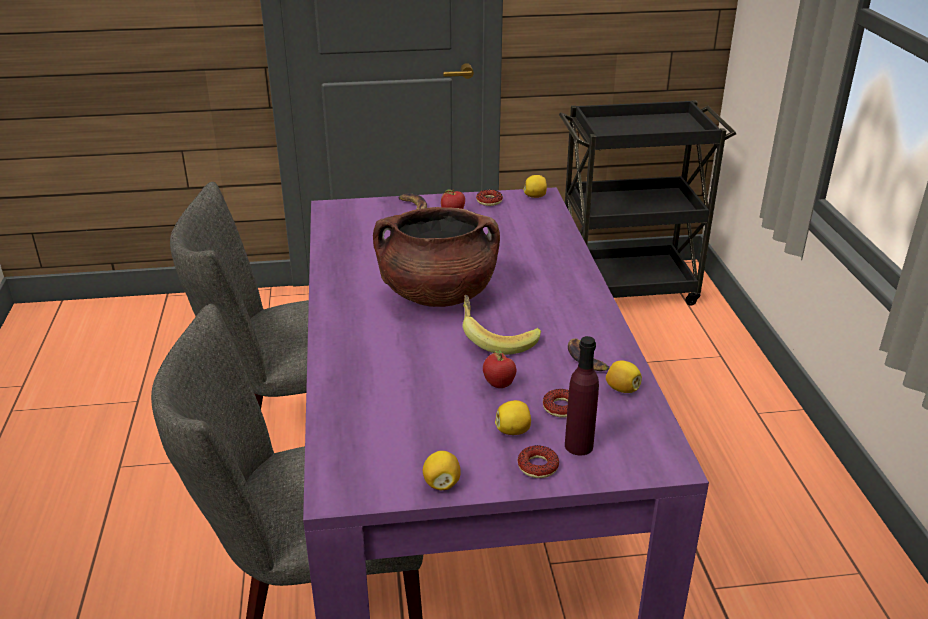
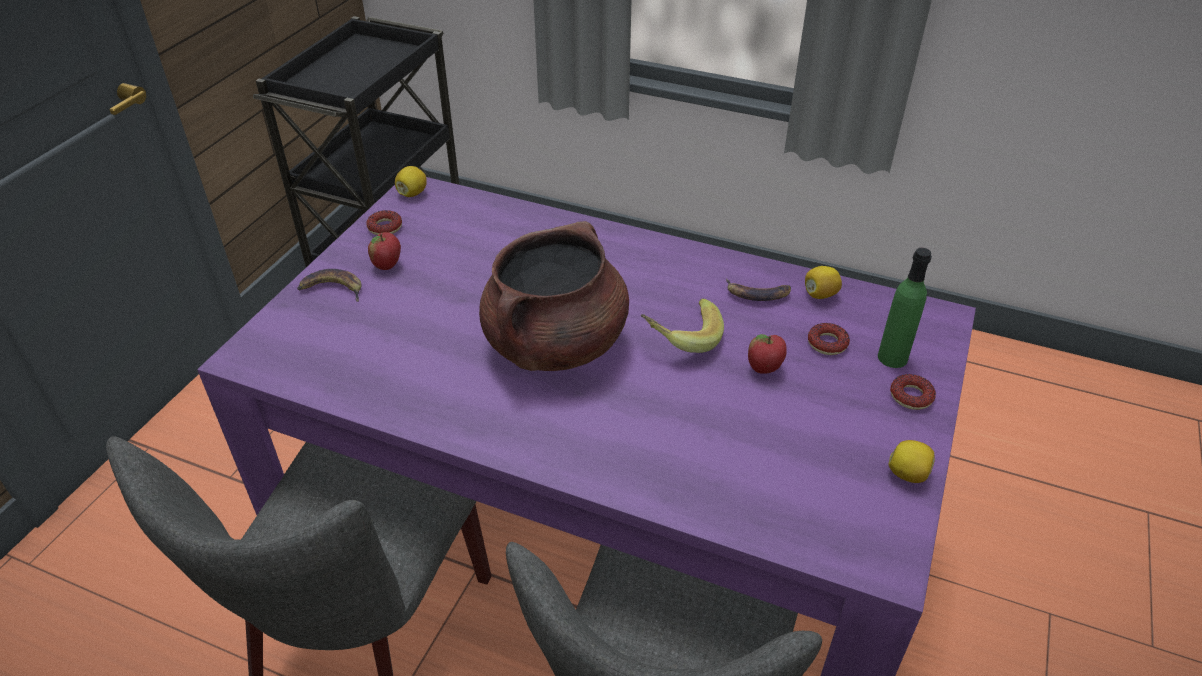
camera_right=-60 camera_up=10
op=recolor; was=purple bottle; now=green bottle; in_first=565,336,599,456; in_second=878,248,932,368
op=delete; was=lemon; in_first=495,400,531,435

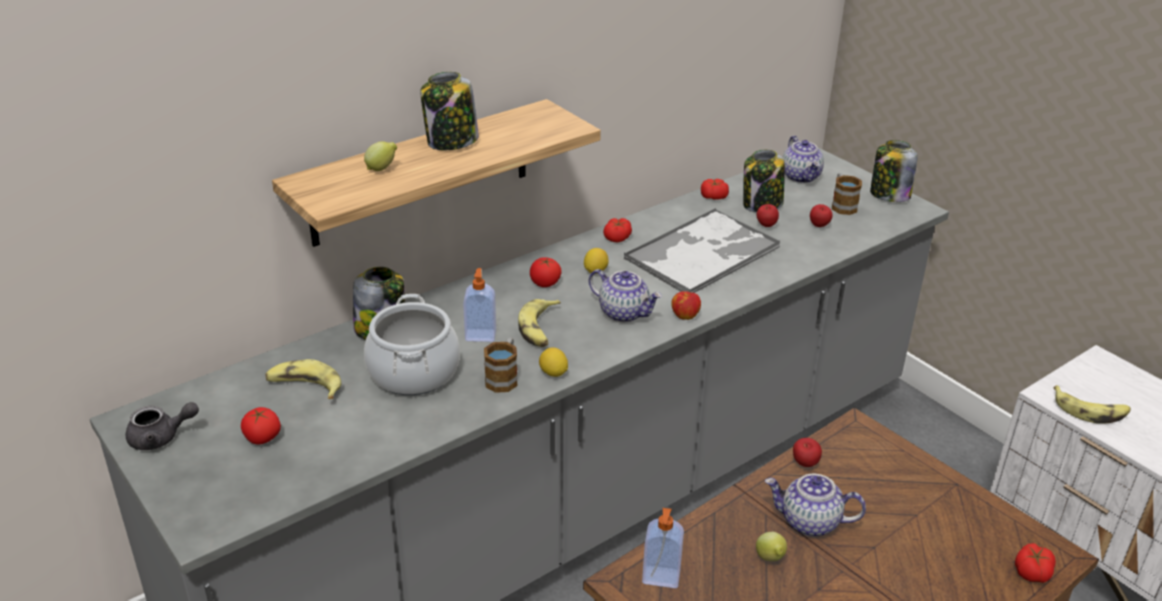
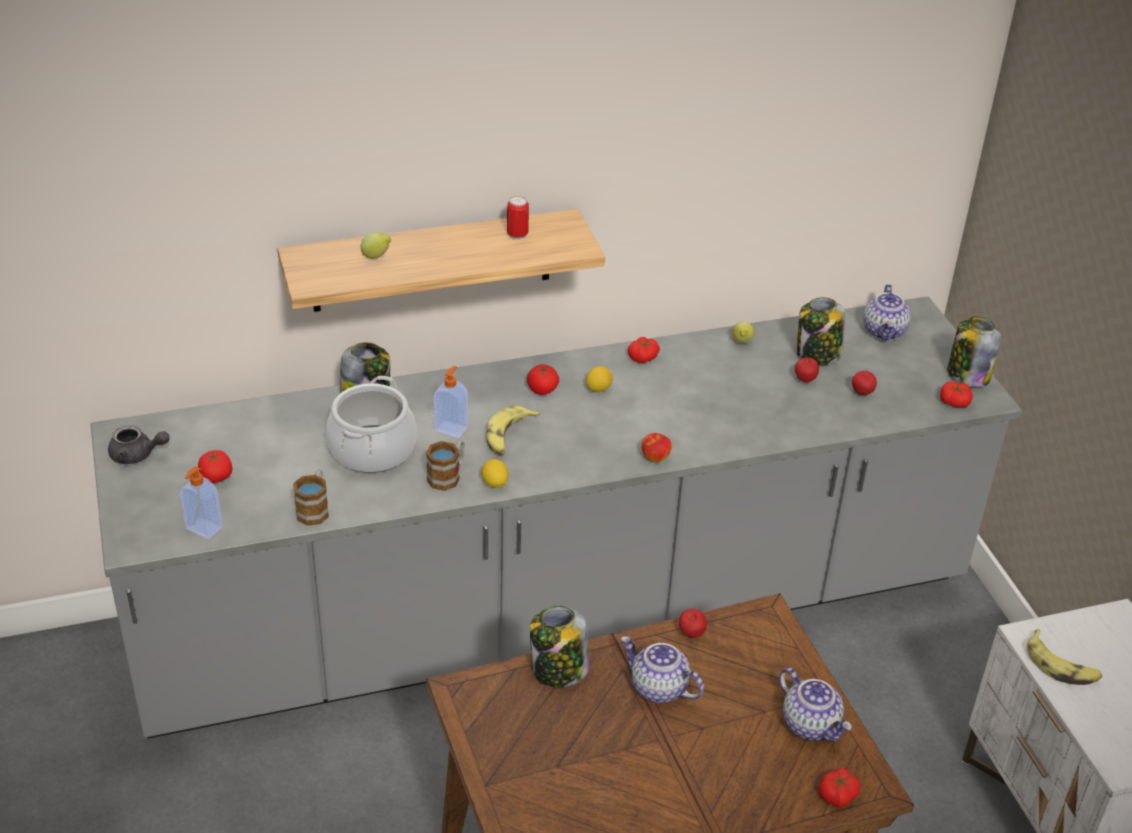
camera_right=20 camera_up=5
op=move; was=jar; in_first=420,72,479,150; in_second=530,606,589,687
op=move; was=mug; in_first=832,173,862,215; in_second=293,469,329,526
op=move; was=tomato; in_first=701,179,729,200; in_second=940,381,973,407
op=delete; was=tray; in_first=623,208,780,293
op=move; was=teapot; in_first=589,269,662,322; in_second=779,668,852,742
op=delete; was=banana; in_first=265,359,341,399
op=move; was=soap dispenser; in_first=642,508,684,588; in_second=180,466,223,539
op=move; was=lemon; in_first=756,532,787,561; in_second=732,322,754,343
op=insert; now=can; in_second=507,196,529,240

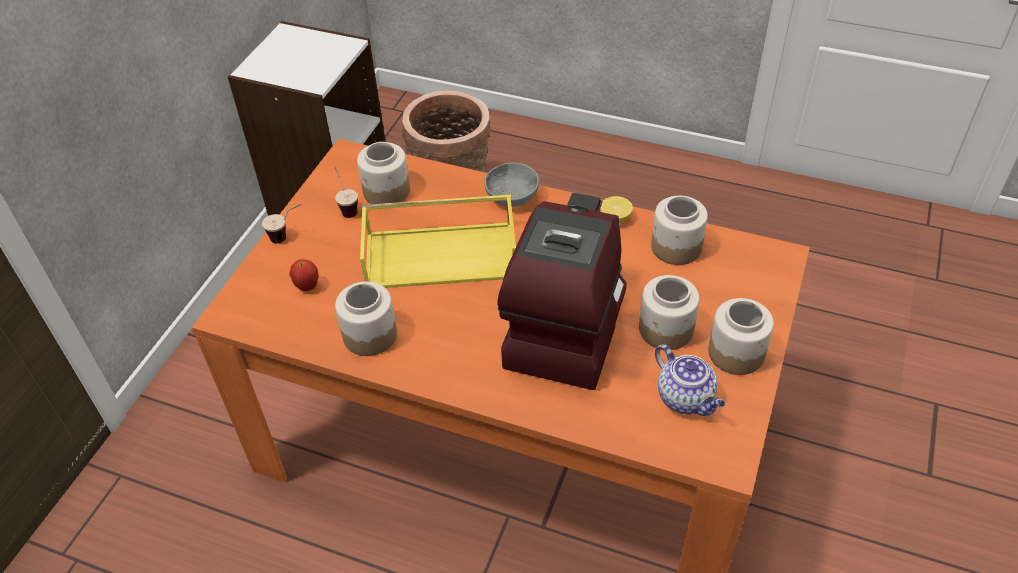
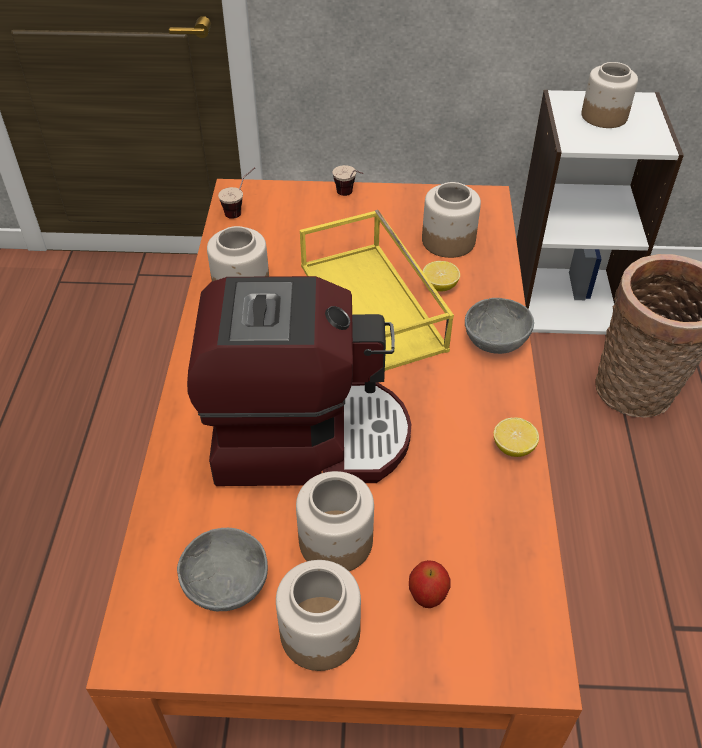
camera_right=70 camera_up=0
op=move; was=cup; in_first=334,167,358,218; in_second=218,167,255,219
op=move; was=jar; in_first=651,196,708,265; in_second=581,62,638,128
op=move; was=apple; in_first=289,259,319,291; in_second=409,560,451,608
op=replace; was=teapot; now=grey bowl; in_first=655,344,725,416; in_second=177,528,268,612
op=insert; now=lemon; in_second=423,261,460,292

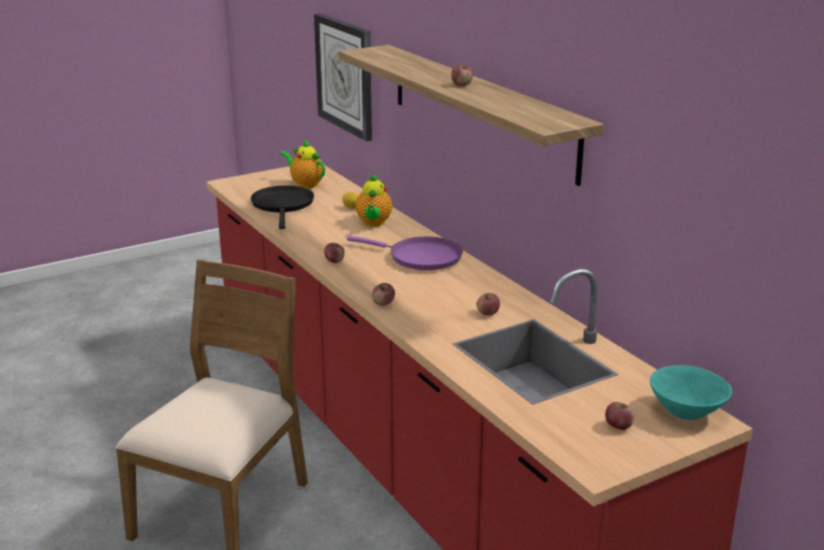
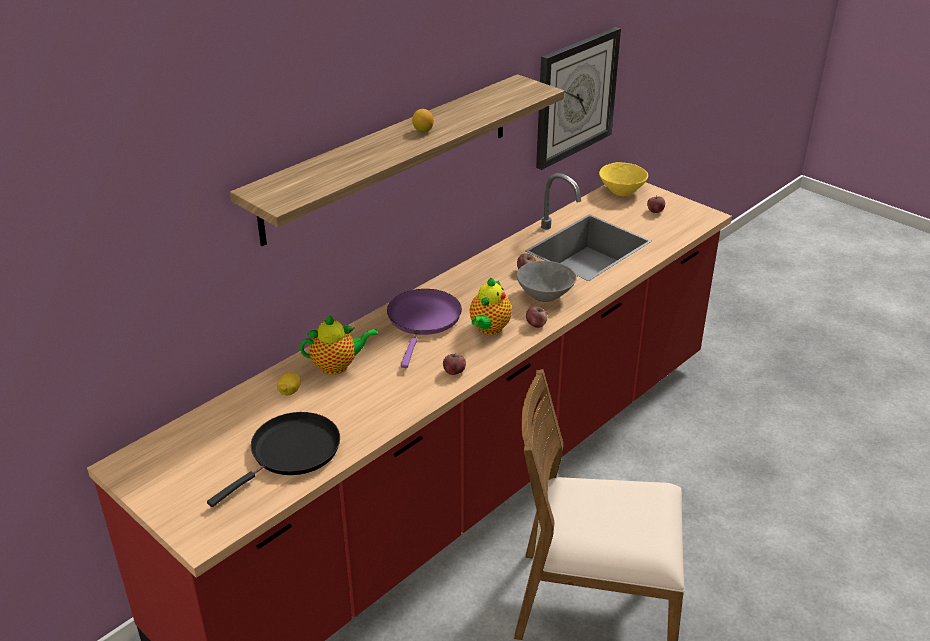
camera_right=-105 camera_up=10
op=move; was=wall clock; in_first=314,13,372,141; in_second=536,27,621,170
op=replace; was=apple; now=lemon; in_first=451,64,473,86; in_second=412,109,434,132
op=move; was=teapot; in_first=280,139,325,188; in_second=470,277,512,335
op=rotate; was=black frying pan; in_first=251,185,314,229; in_second=207,412,340,507; clockwise=150
op=recolor; was=turquoise bowl; now=yellow bowl; in_first=650,365,732,420; in_second=599,162,648,196
op=insert; now=grey bowl; in_second=517,261,577,302

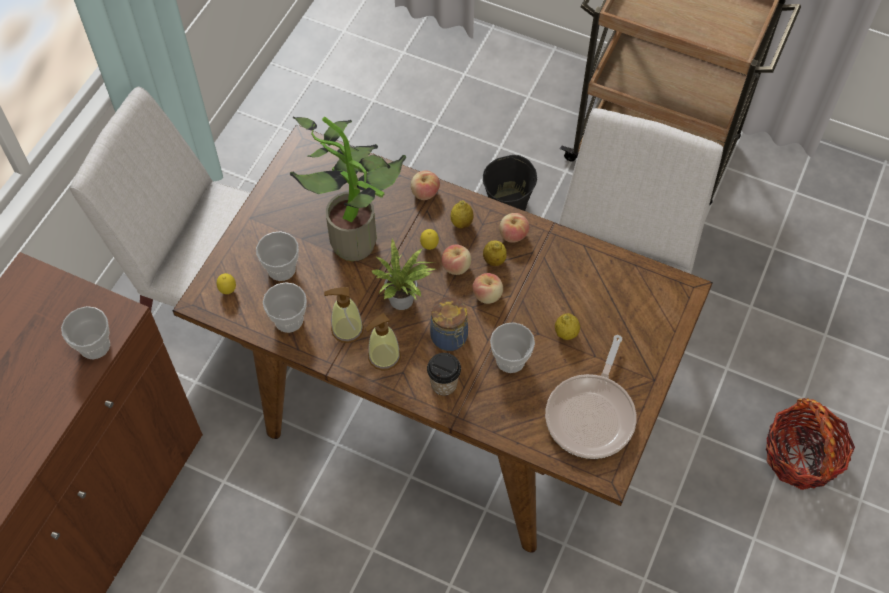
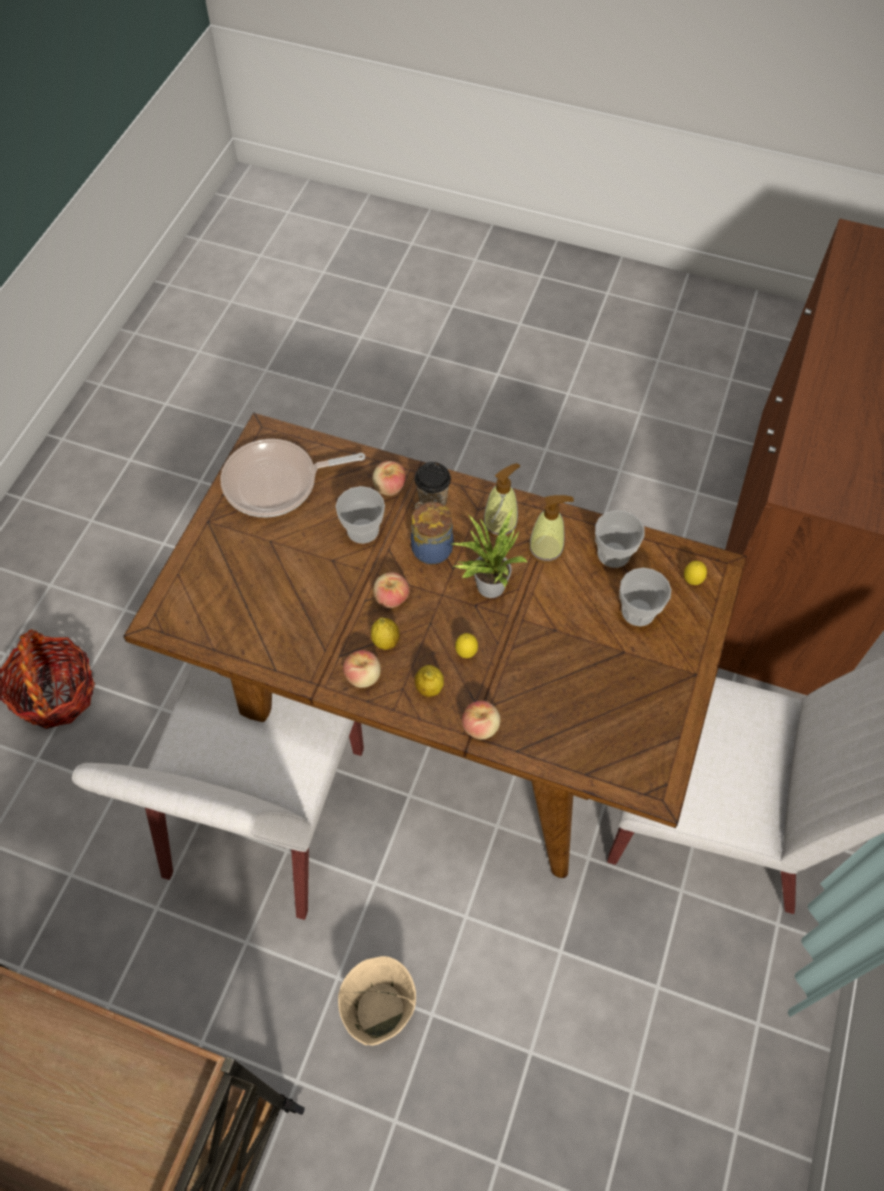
camera_right=175 camera_up=0
op=delete; was=potted plant; in_first=290,116,406,261
op=recolor; was=black bucket; now=beige bucket; in_first=483,155,537,211; in_second=338,956,416,1046
op=move; was=apple; in_first=442,244,472,275; in_second=372,461,406,496
op=delete; was=cup; in_first=61,306,110,359
op=delete; was=lemon; in_first=555,313,580,340
op=rotate; was=frying pan; in_first=545,335,637,459; in_second=220,439,365,518; clockwise=-120

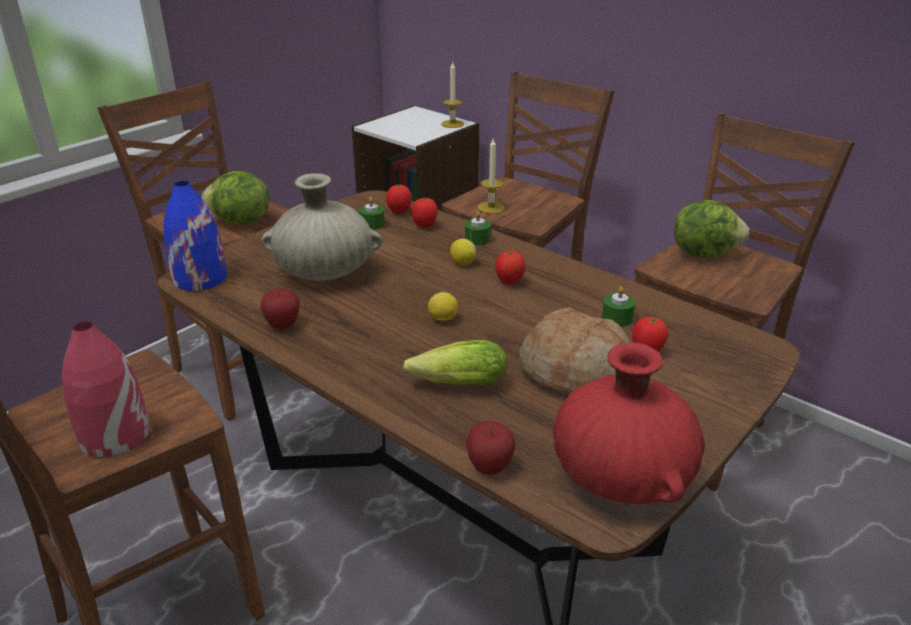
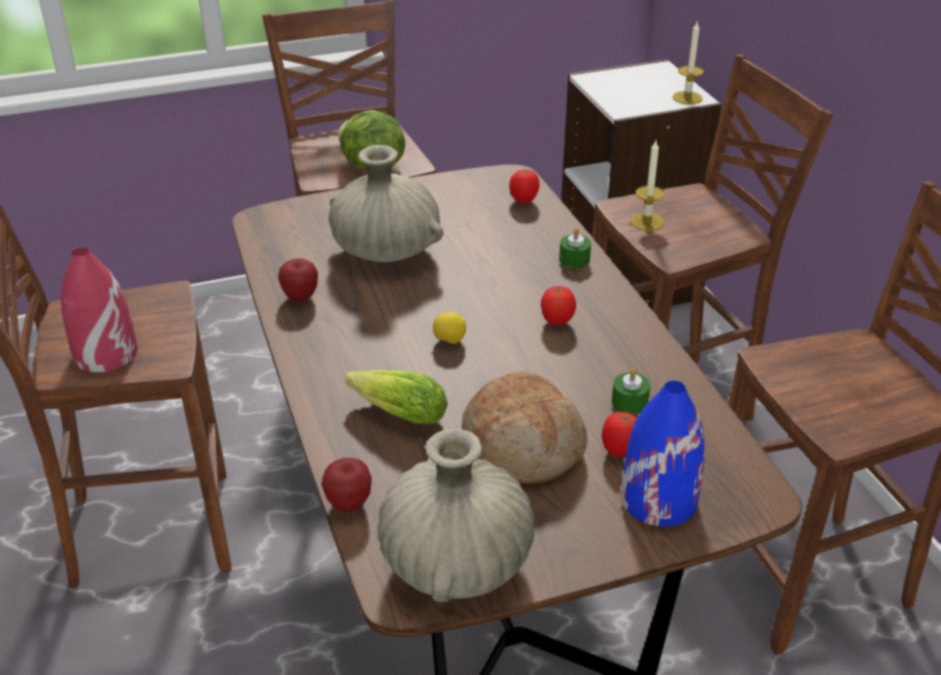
camera_right=30 camera_up=5
op=move; was=blue vase; in_first=164,181,227,291; in_second=621,381,705,527
op=delete; was=green candle; in_first=359,197,385,230
op=delete; was=tomato; in_first=411,198,438,228
op=delete; was=lettuce; in_first=674,200,749,258
op=delete; was=lemon; in_first=450,239,476,265
op=recolor; was=red vase; now=beige vase; in_first=553,342,705,504; in_second=378,429,535,602

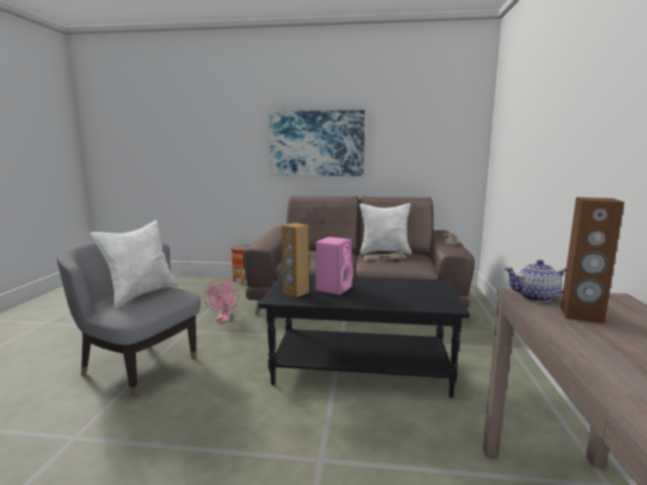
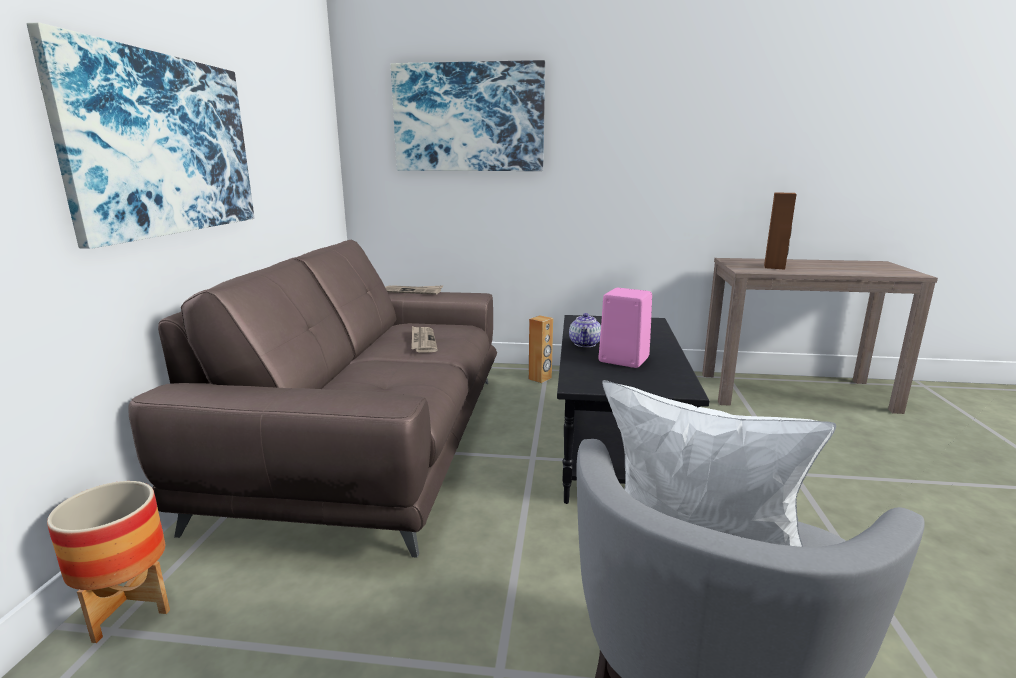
camera_right=-90 camera_up=5
op=delete; was=white pillow; in_first=359,203,412,254
op=move; was=brown speaker; in_first=282,223,309,297; in_second=529,315,553,383
op=move; was=teapot; in_first=504,260,566,302; in_second=569,313,601,347
op=delete; was=pink fan; in_first=204,279,239,322
op=insert; now=picture; in_second=391,60,545,171

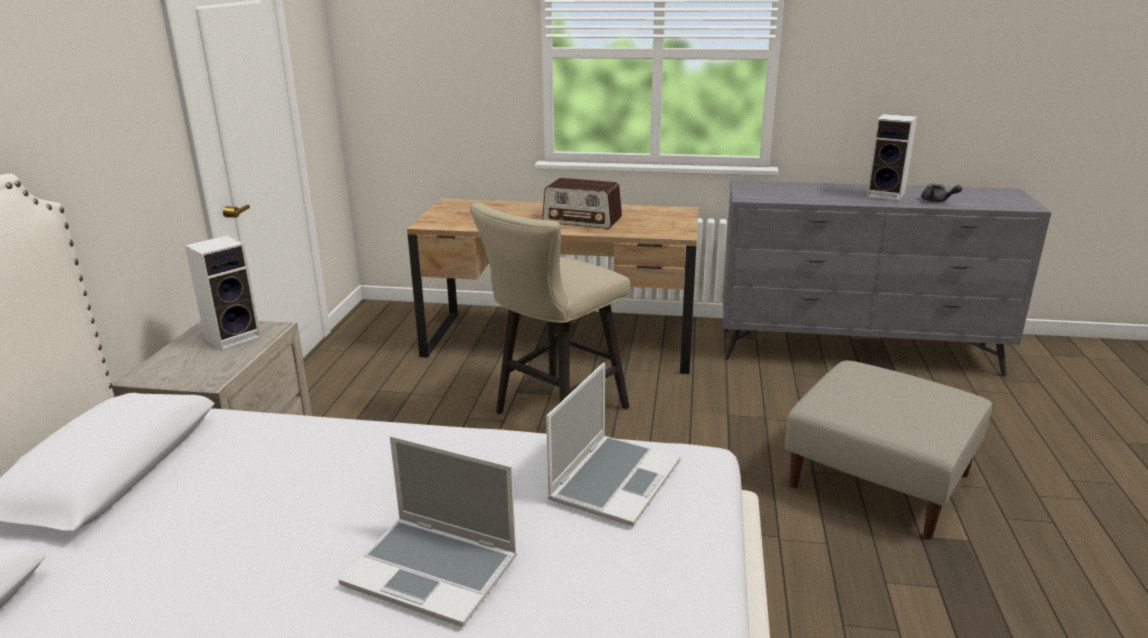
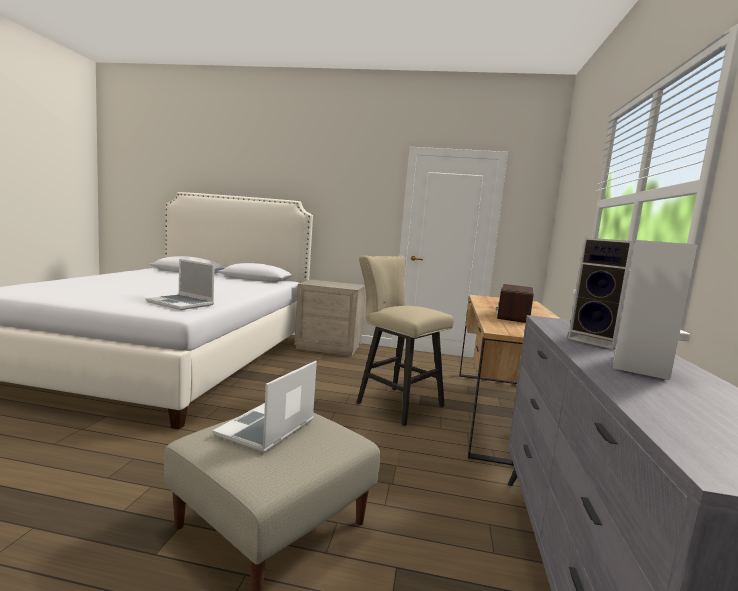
camera_right=90 camera_up=-15
op=delete; was=grey teapot; in_first=921,184,962,202
op=move; was=speaker; in_first=185,235,261,351; in_second=568,238,634,349
op=move; was=laptop; in_first=339,436,517,627; in_second=212,361,317,453

